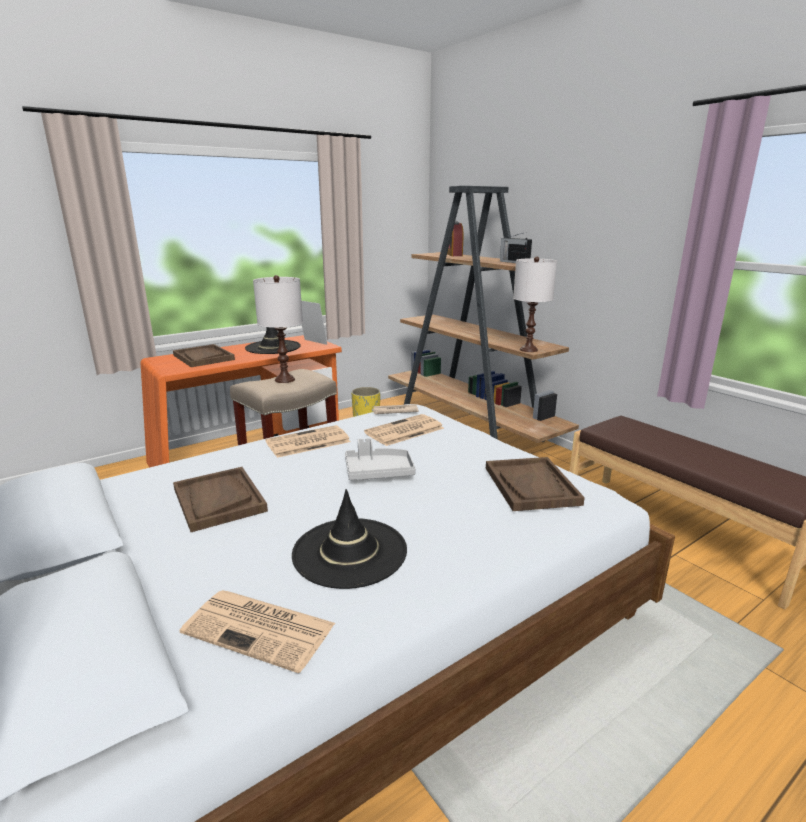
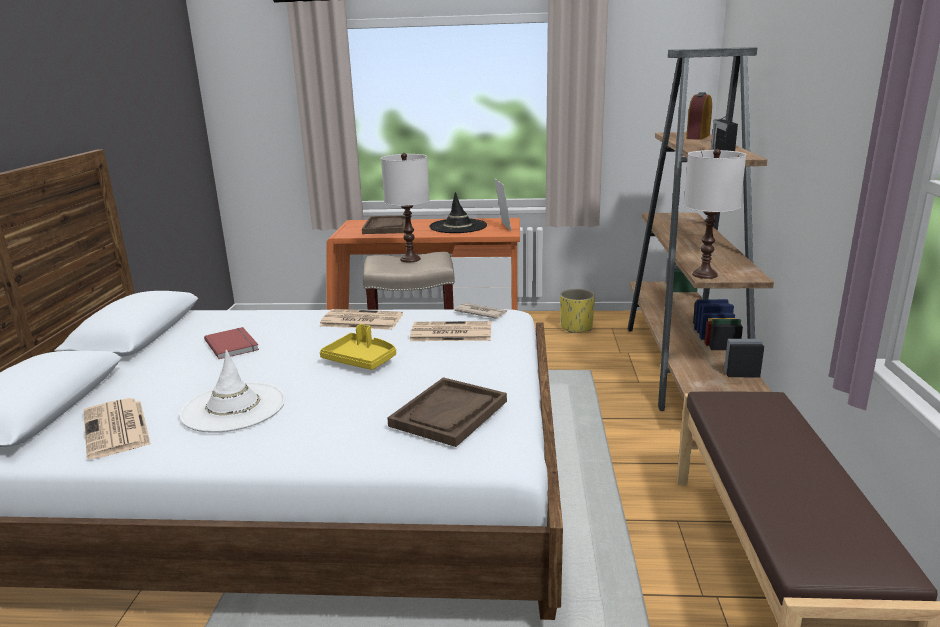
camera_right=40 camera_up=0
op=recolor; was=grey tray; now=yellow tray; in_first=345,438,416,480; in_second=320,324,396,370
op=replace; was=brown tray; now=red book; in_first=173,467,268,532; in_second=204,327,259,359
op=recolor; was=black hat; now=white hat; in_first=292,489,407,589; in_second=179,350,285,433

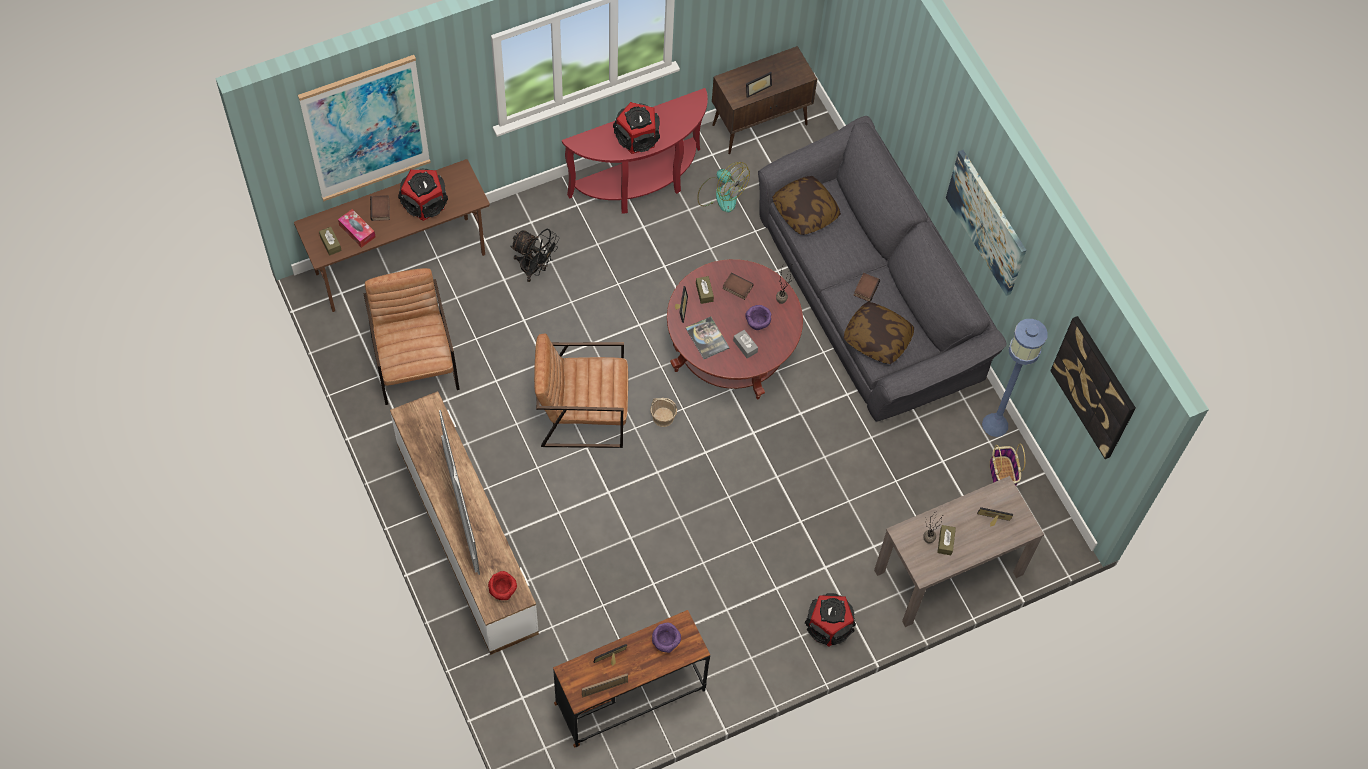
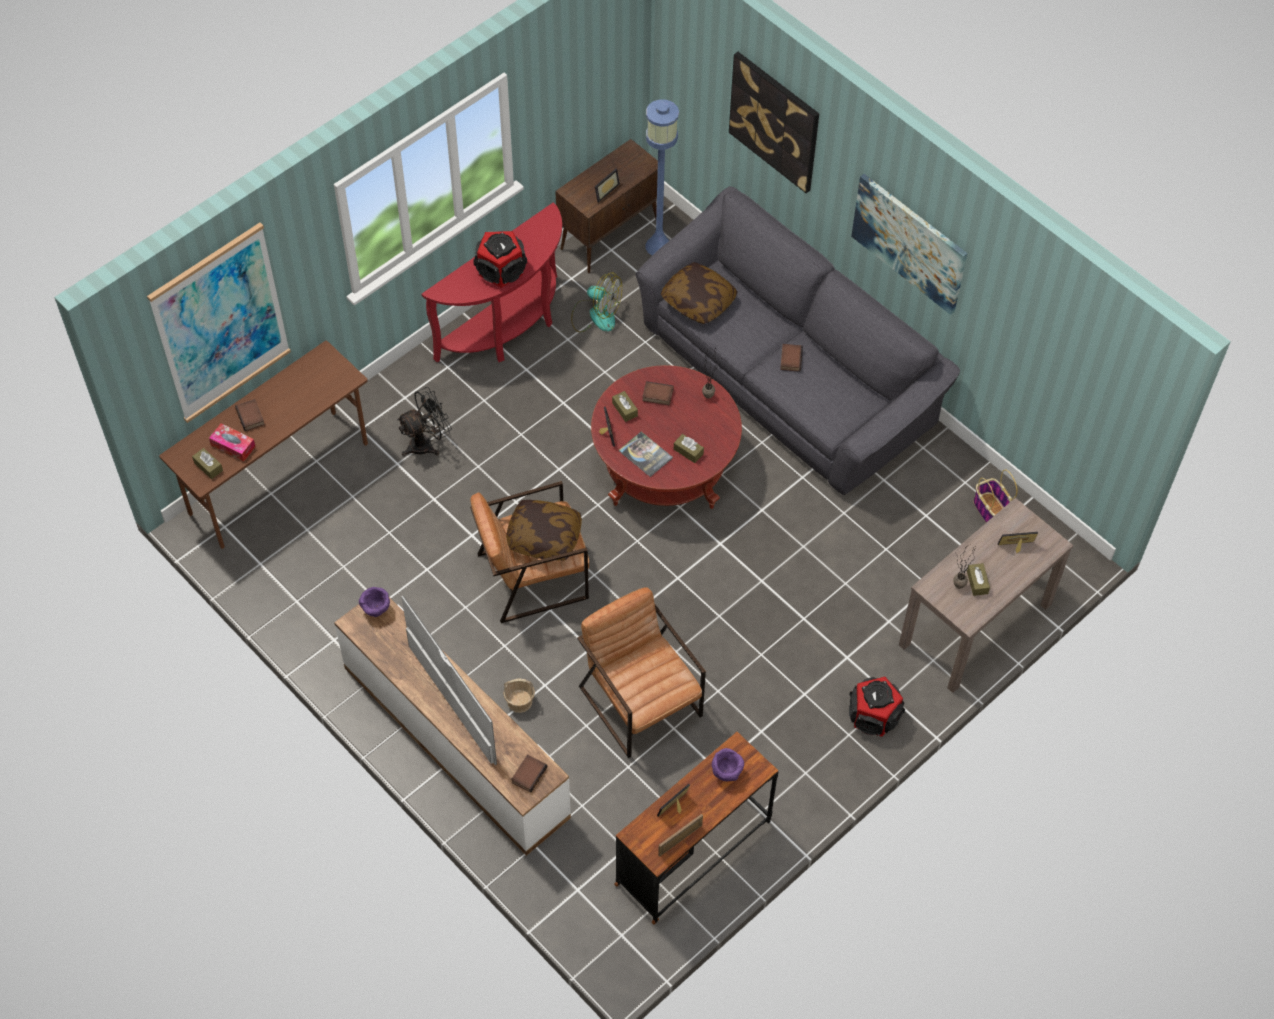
camera_right=-15 camera_up=-5
op=delete; was=speaker; in_first=398,169,448,221
op=rotate; was=black fan; in_first=510,229,560,282; in_second=397,387,452,456; clockwise=-45
op=move; was=brown armchair; in_first=363,268,460,405; in_second=577,587,706,758
op=move; was=pillow; in_first=844,302,914,364; in_second=506,500,582,561
op=move; was=purple bowl; in_first=745,305,771,330; in_second=359,587,390,617
op=move; was=picture; in_first=1050,316,1136,459; in_second=729,52,819,193
op=move; was=blue floor lamp; in_first=982,319,1047,437; in_second=646,99,679,255
op=recolor; was=grey tissue box; now=brown tissue box; in_first=733,330,758,358; in_second=674,434,704,463
op=move; was=basket; in_first=650,398,677,427; in_second=503,678,535,713
op=replace; was=red bowl; now=book; in_first=488,571,517,600; in_second=511,754,547,793

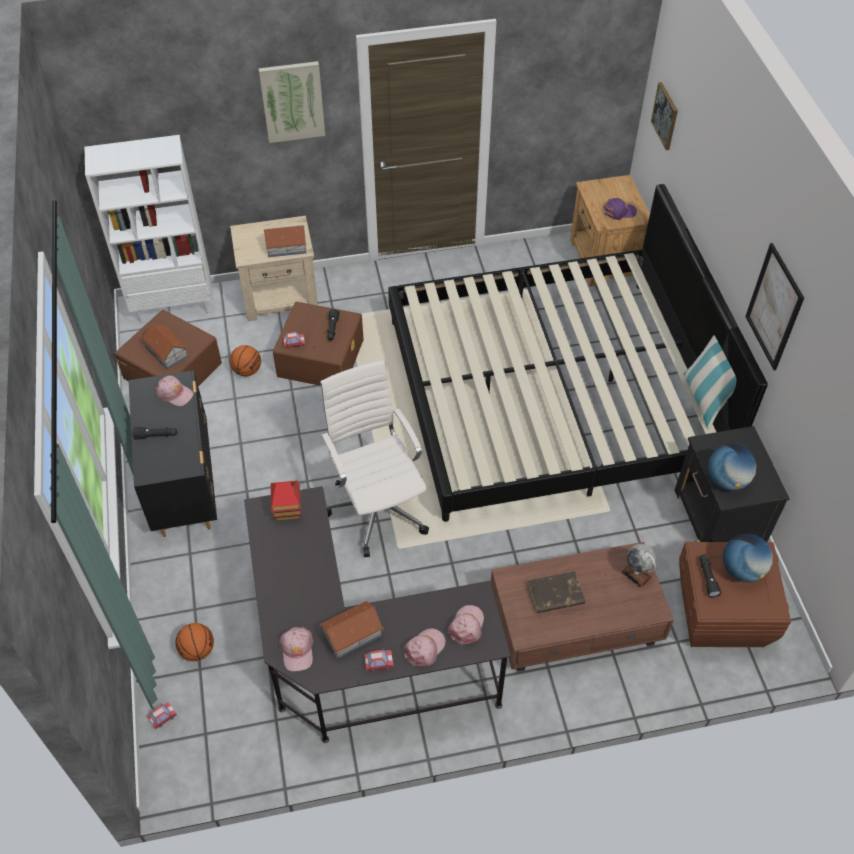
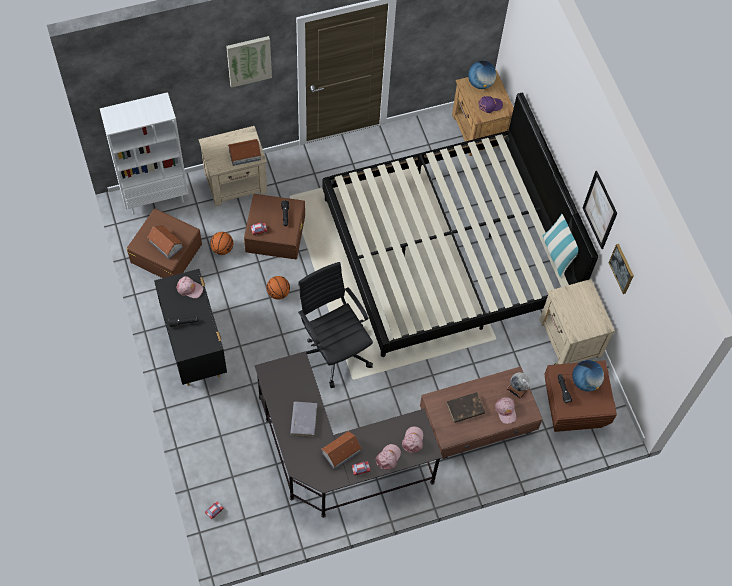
camera_right=-10 camera_up=10
op=move; was=picture; in_first=651,82,678,150; in_second=609,244,634,294
op=recolor; was=white office chair; now=black office chair; in_first=320,360,429,557; in_second=298,262,373,388
op=recolor; was=black nightstand; now=beige nightstand; in_first=674,426,790,542; in_second=540,279,615,364
op=move; was=globe; in_first=708,444,756,490; in_second=468,61,496,89
op=delete; was=toy house; in_first=271,480,302,520
op=move; was=basketball; in_first=175,623,214,661; in_second=267,276,290,300
op=move; was=pink cap; in_first=280,627,313,671; in_second=495,397,516,424
op=insert; now=grey book; in_second=290,402,317,437

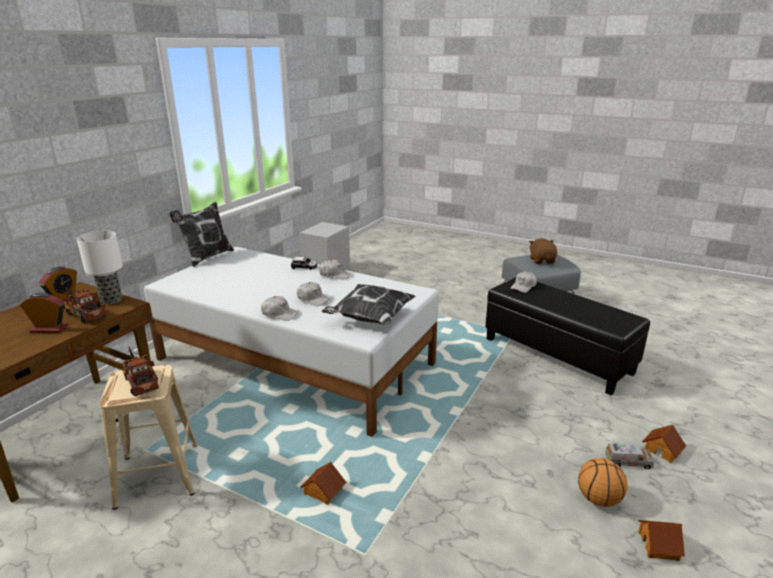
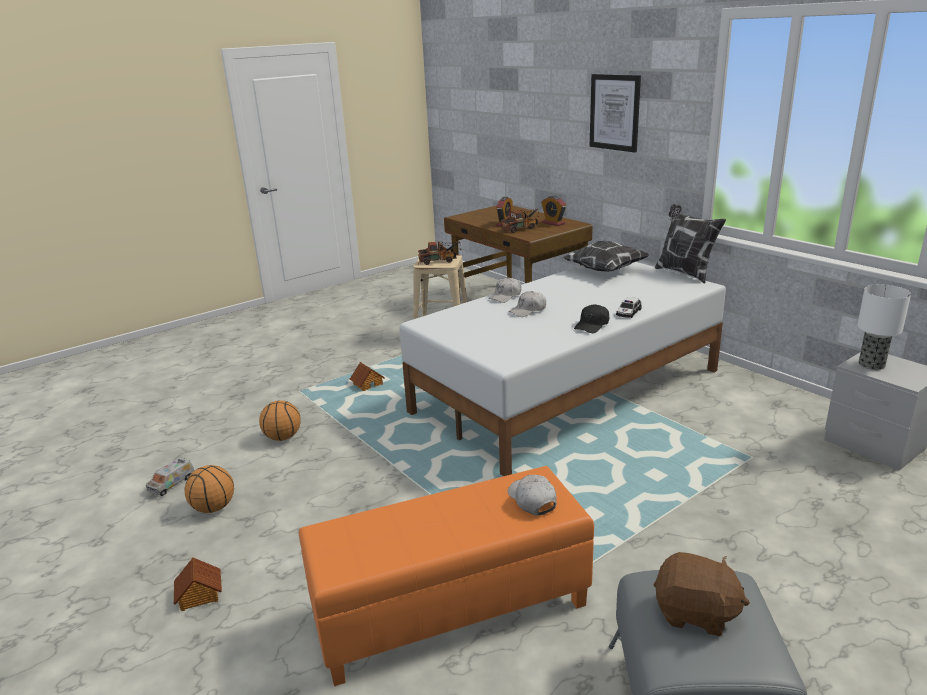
camera_right=115 camera_up=0
op=move; was=table lamp; in_first=77,231,123,304; in_second=857,285,911,370
op=recolor; was=white cap; now=black cap; in_first=319,259,351,280; in_second=574,304,609,333
op=recolor; was=black ottoman; now=orange ottoman; in_first=485,277,650,395; in_second=299,466,594,686
op=move; was=pillow; in_first=322,284,416,325; in_second=562,241,649,272
op=move; was=toy truck; in_first=605,443,654,470; in_second=146,457,194,496
op=delete; was=toy house; in_first=638,520,685,561
op=insert; now=picture; in_second=590,74,641,152
op=insert; now=basketball; in_second=259,400,301,441

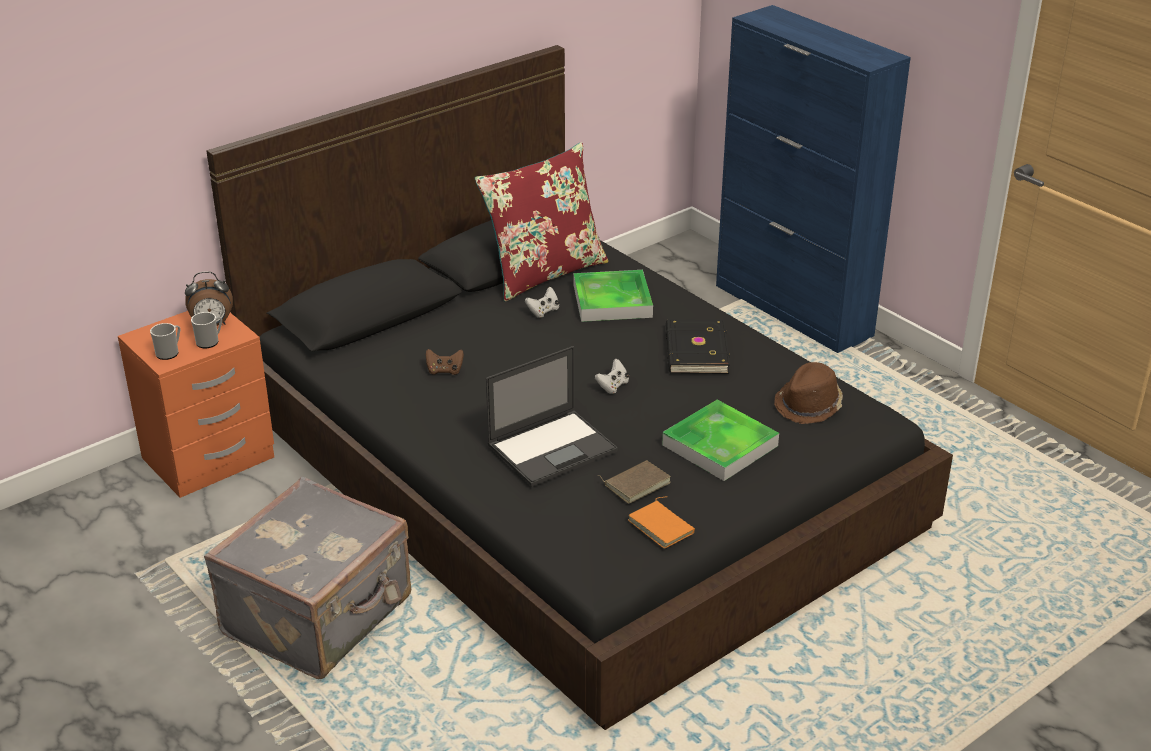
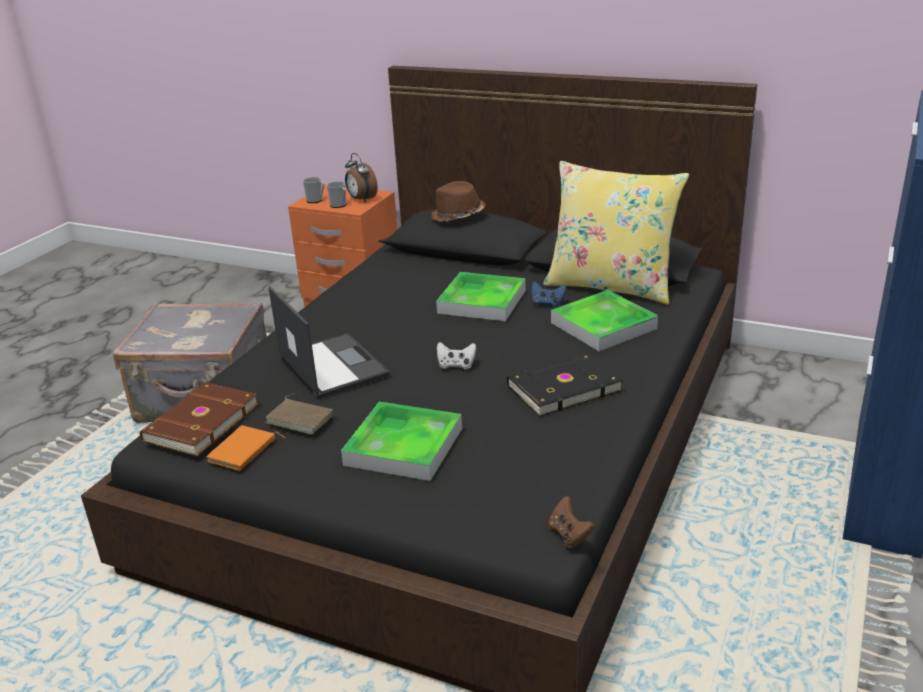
camera_right=65 camera_up=-5
op=recolor; was=red pillow; now=yellow pillow; in_first=474,142,608,301; in_second=543,161,689,305
op=recolor; was=white game controller; now=blue game controller; in_first=525,287,559,318; in_second=531,282,566,307
op=rotate; was=laptop; in_first=486,346,618,487; in_second=268,286,390,399; clockwise=-150
op=move; was=brown game controller; in_first=426,349,464,375; in_second=548,496,595,548
op=move; was=brown hat; in_first=774,362,843,424; in_second=431,181,486,222
op=insert; now=tray; in_second=436,272,526,322
op=insert; now=brown book; in_second=140,382,259,456

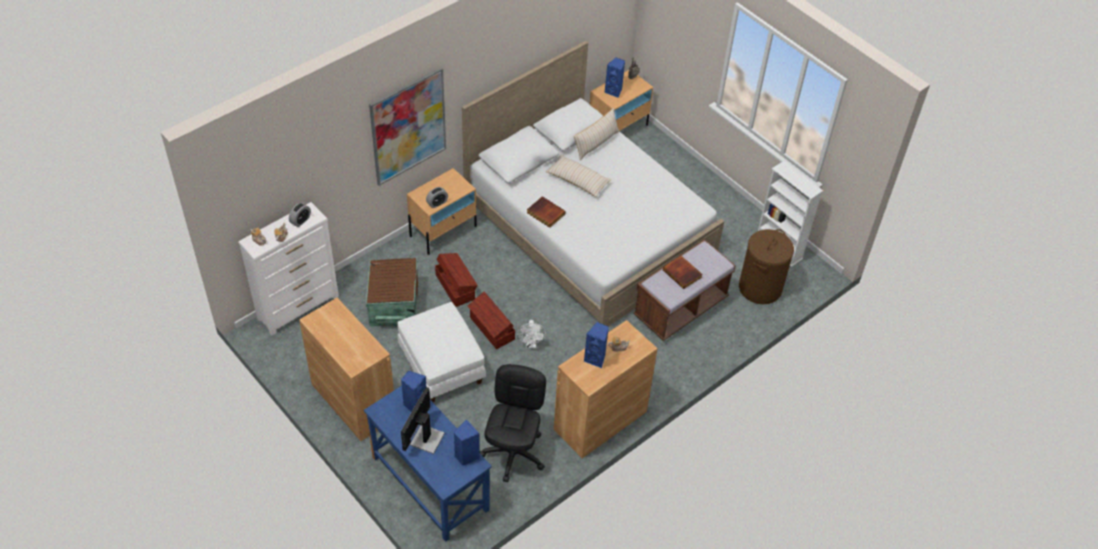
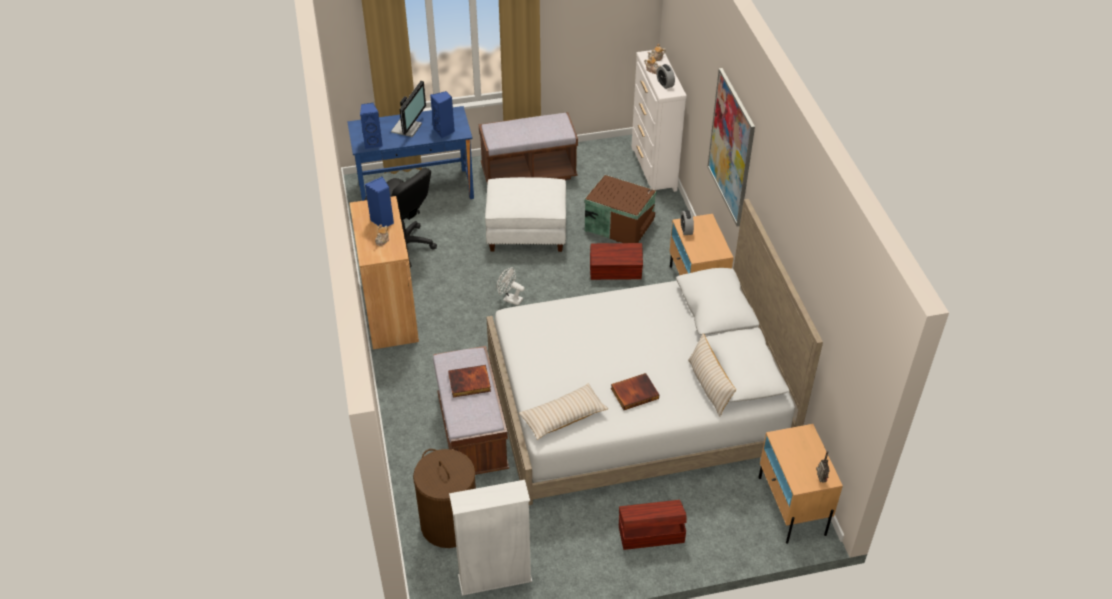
camera_right=120 camera_up=-5
op=delete; was=blue speaker; in_first=604,57,625,98
op=move; was=beige pillow; in_first=546,154,611,197; in_second=519,384,608,440
op=move; was=book; in_first=527,196,565,228; in_second=611,373,659,410
op=move; was=brown storage box; in_first=468,292,515,349; in_second=619,500,687,550
op=replace; was=brown cabinet; now=brown bench; in_first=299,298,394,441; in_second=479,112,578,183
op=rotate; was=monitor; in_first=401,387,445,454; in_second=391,81,426,137; clockwise=60

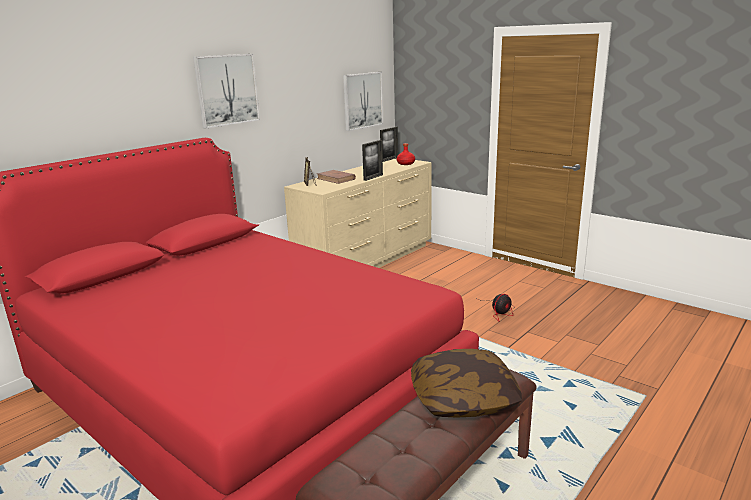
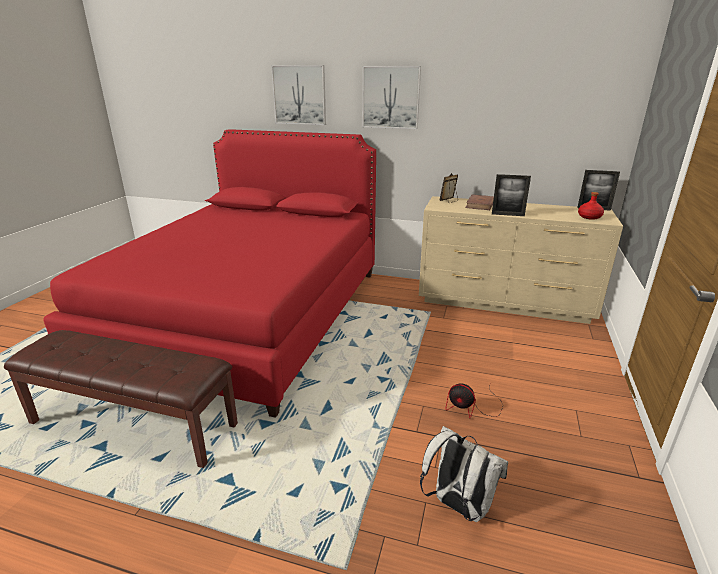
camera_right=65 camera_up=5
op=move; was=picture; in_first=343,72,383,131; in_second=271,65,326,125
op=delete; was=pillow; in_first=411,349,522,417
op=insert; now=white backpack; in_second=420,426,508,522

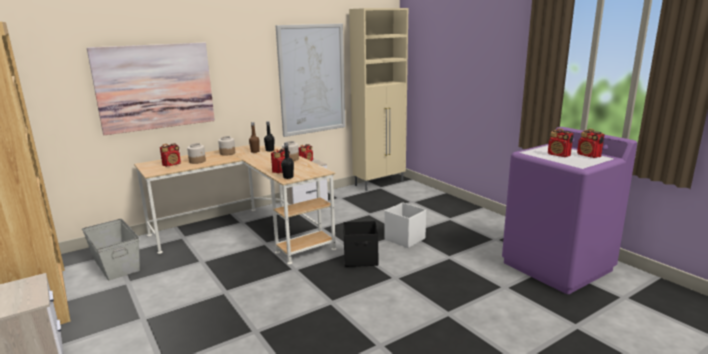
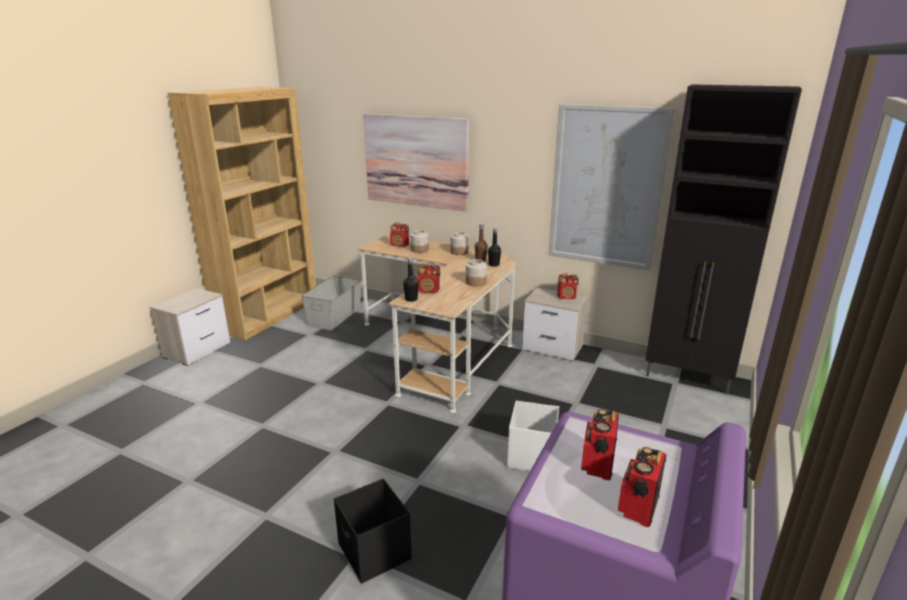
camera_right=60 camera_up=5
op=recolor; was=beige cabinet; now=black cabinet; in_first=349,8,408,191; in_second=645,84,802,394
op=move; was=black storage box; in_first=343,221,378,267; in_second=334,479,412,584

